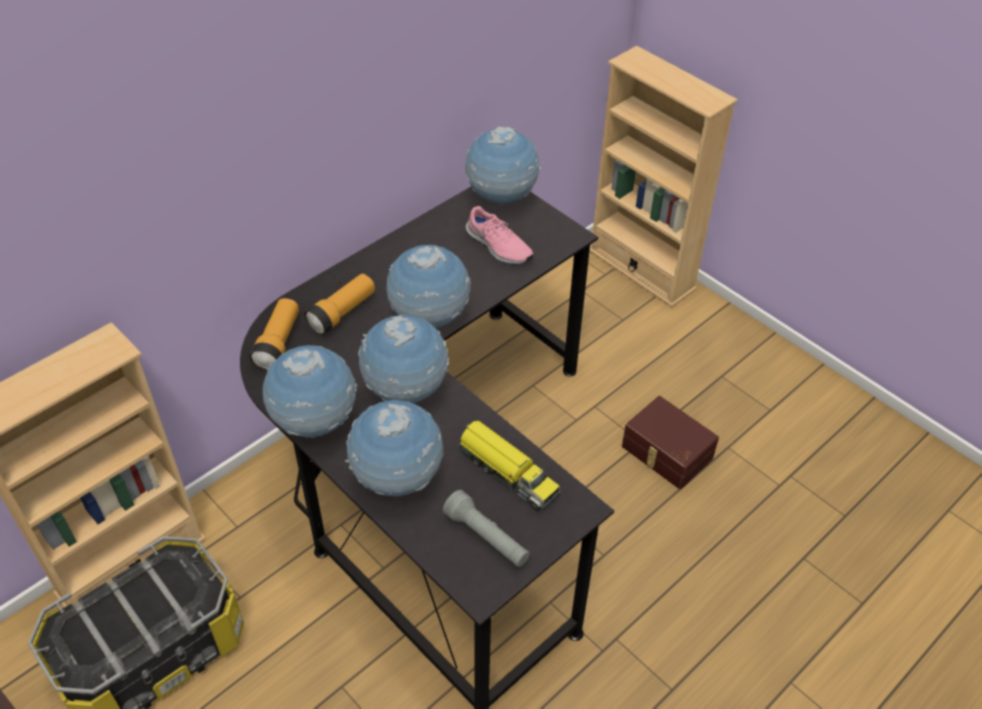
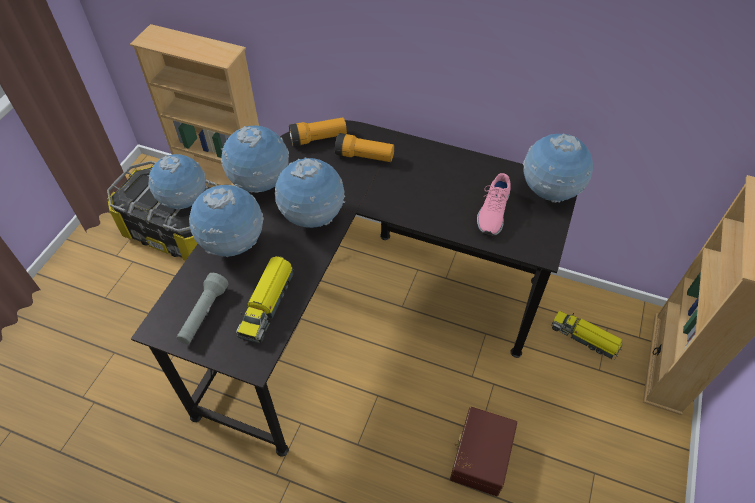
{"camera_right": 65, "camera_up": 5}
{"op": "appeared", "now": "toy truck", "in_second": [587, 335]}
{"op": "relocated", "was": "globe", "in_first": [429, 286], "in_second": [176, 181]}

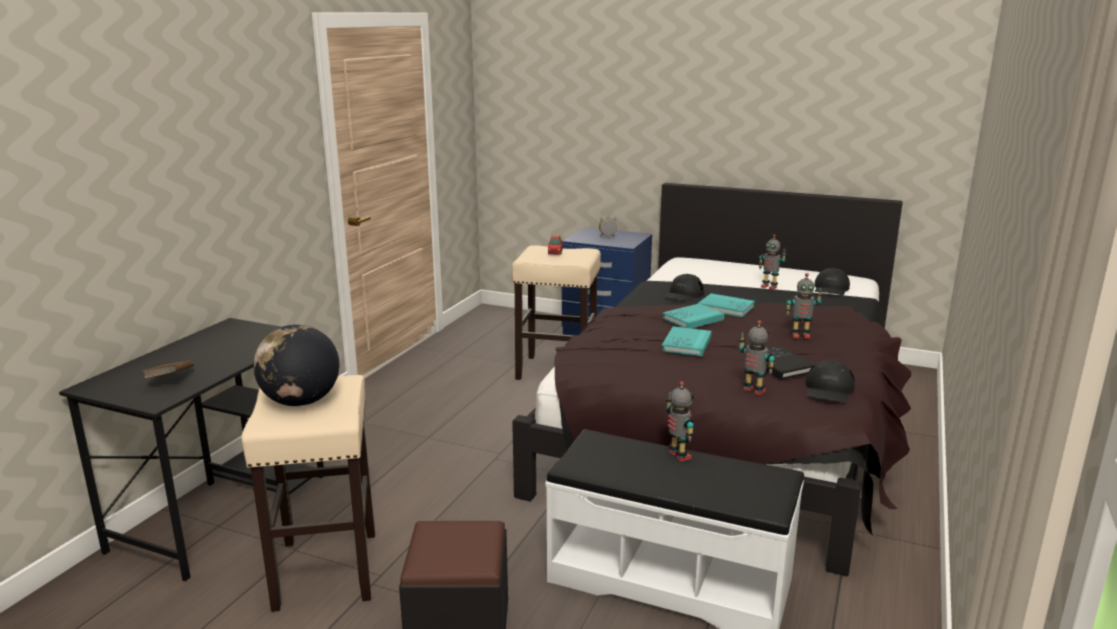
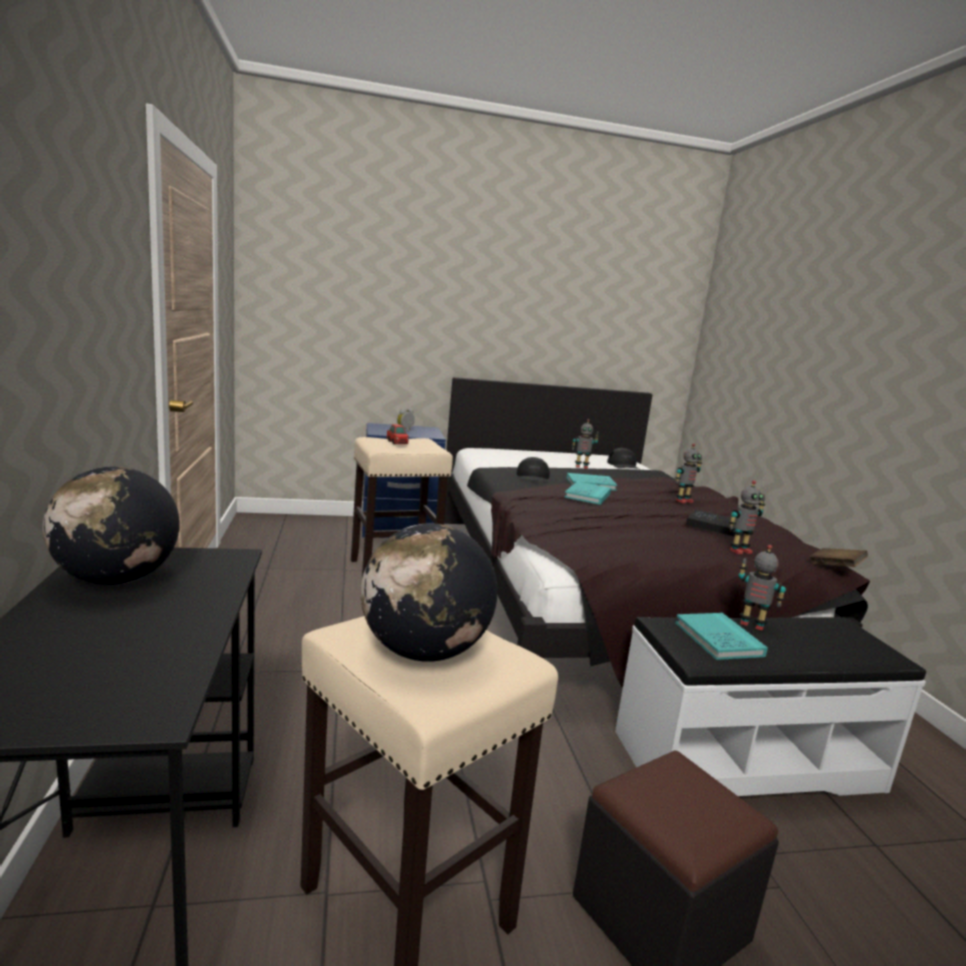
{"camera_right": -35, "camera_up": -5}
{"op": "missing", "was": "black cap", "in_first": [830, 381]}
{"op": "appeared", "now": "globe", "in_second": [111, 526]}
{"op": "relocated", "was": "brown book", "in_first": [168, 369], "in_second": [839, 557]}
{"op": "relocated", "was": "turquoise book", "in_first": [686, 341], "in_second": [721, 636]}
{"op": "spun", "was": "toy robot", "in_first": [757, 357], "in_second": [747, 517], "clockwise": 150}

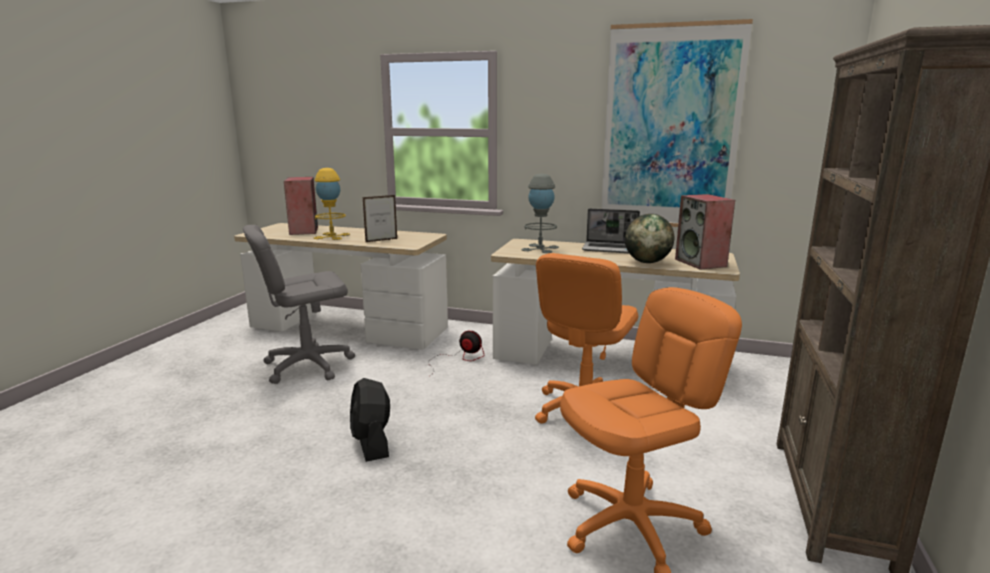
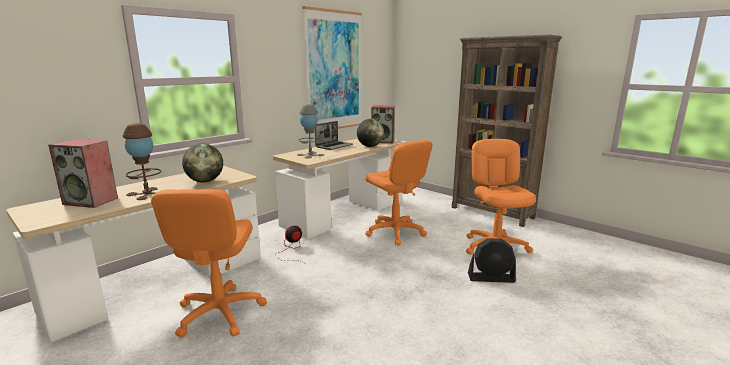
{"camera_right": -65, "camera_up": 0}
{"op": "relocated", "was": "black fan", "in_first": [370, 420], "in_second": [492, 260]}
{"op": "exchanged", "was": "picture frame", "now": "globe", "in_first": [380, 218], "in_second": [202, 163]}
{"op": "colour", "was": "grey office chair", "now": "orange office chair", "in_first": [299, 304], "in_second": [209, 263]}
{"op": "colour", "was": "yellow table lamp", "now": "brown table lamp", "in_first": [332, 204], "in_second": [142, 161]}

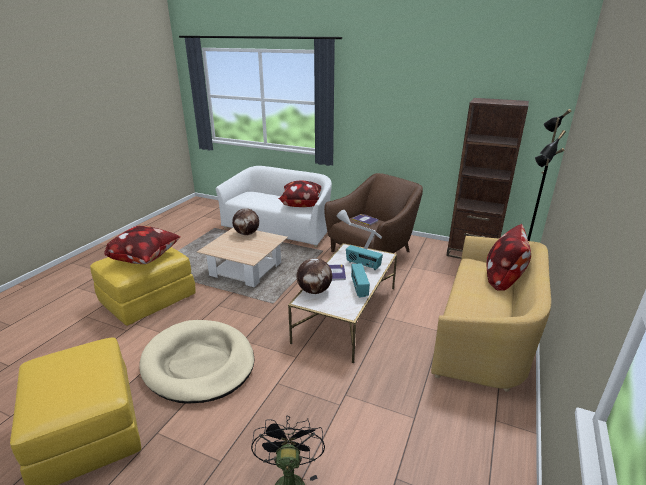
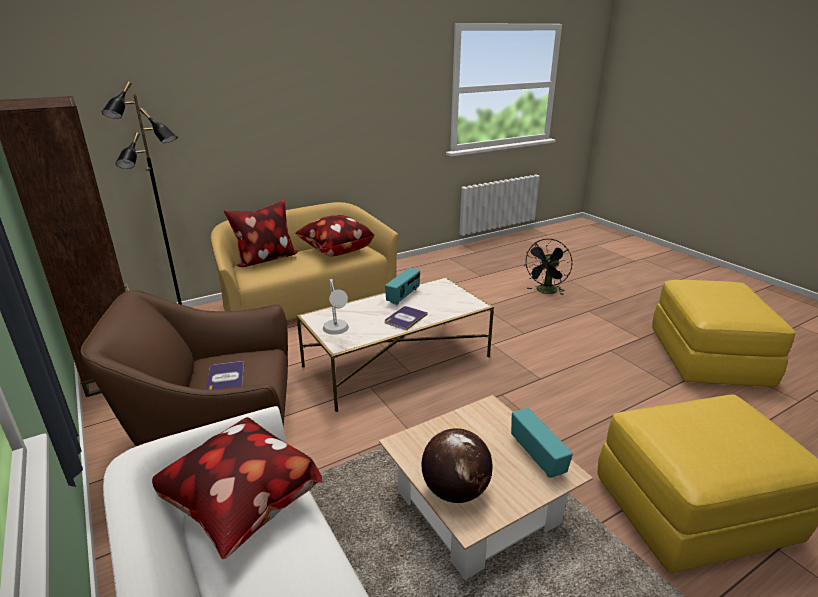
{"camera_right": -145, "camera_up": 0}
{"op": "missing", "was": "beige dog bed", "in_first": [197, 362]}
{"op": "missing", "was": "globe", "in_first": [314, 276]}
{"op": "relocated", "was": "pillow", "in_first": [142, 245], "in_second": [334, 235]}
{"op": "relocated", "was": "radio", "in_first": [364, 257], "in_second": [542, 443]}

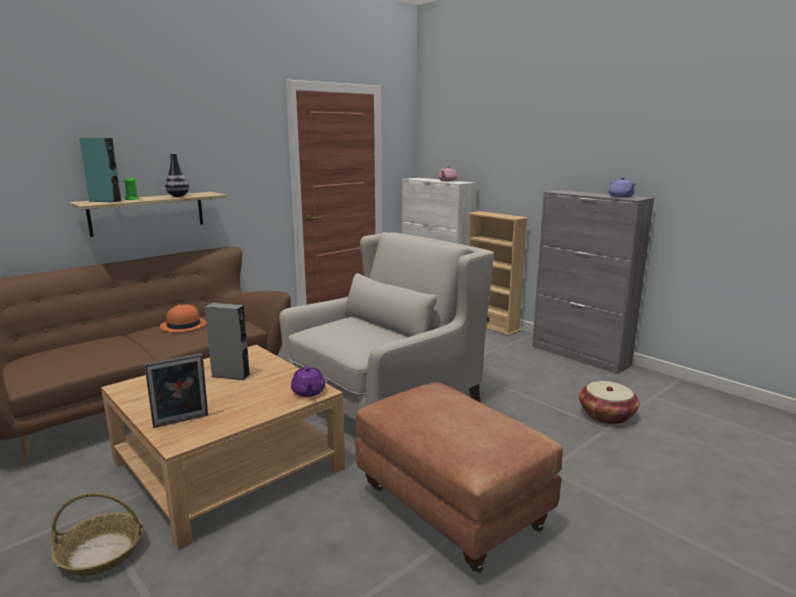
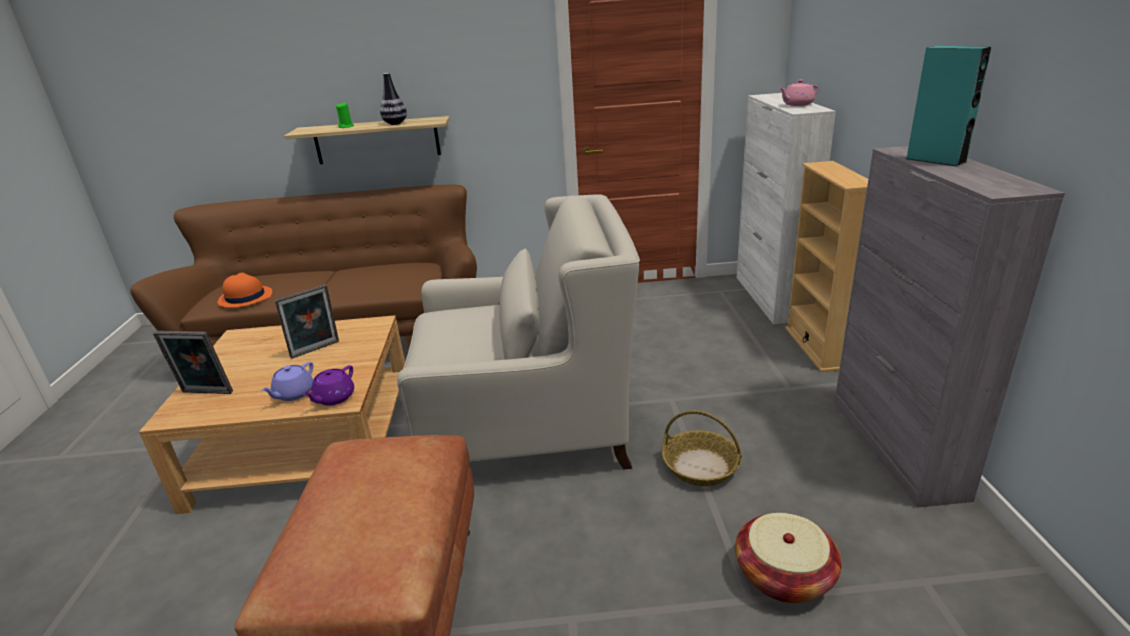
{"camera_right": 40, "camera_up": 10}
{"op": "relocated", "was": "basket", "in_first": [97, 534], "in_second": [702, 448]}
{"op": "relocated", "was": "turquoise speaker", "in_first": [100, 170], "in_second": [948, 106]}
{"op": "relocated", "was": "orange hat", "in_first": [183, 318], "in_second": [245, 290]}
{"op": "relocated", "was": "purple teapot", "in_first": [622, 187], "in_second": [287, 381]}
{"op": "exchanged", "was": "grey speaker", "now": "picture frame", "in_first": [228, 341], "in_second": [307, 321]}

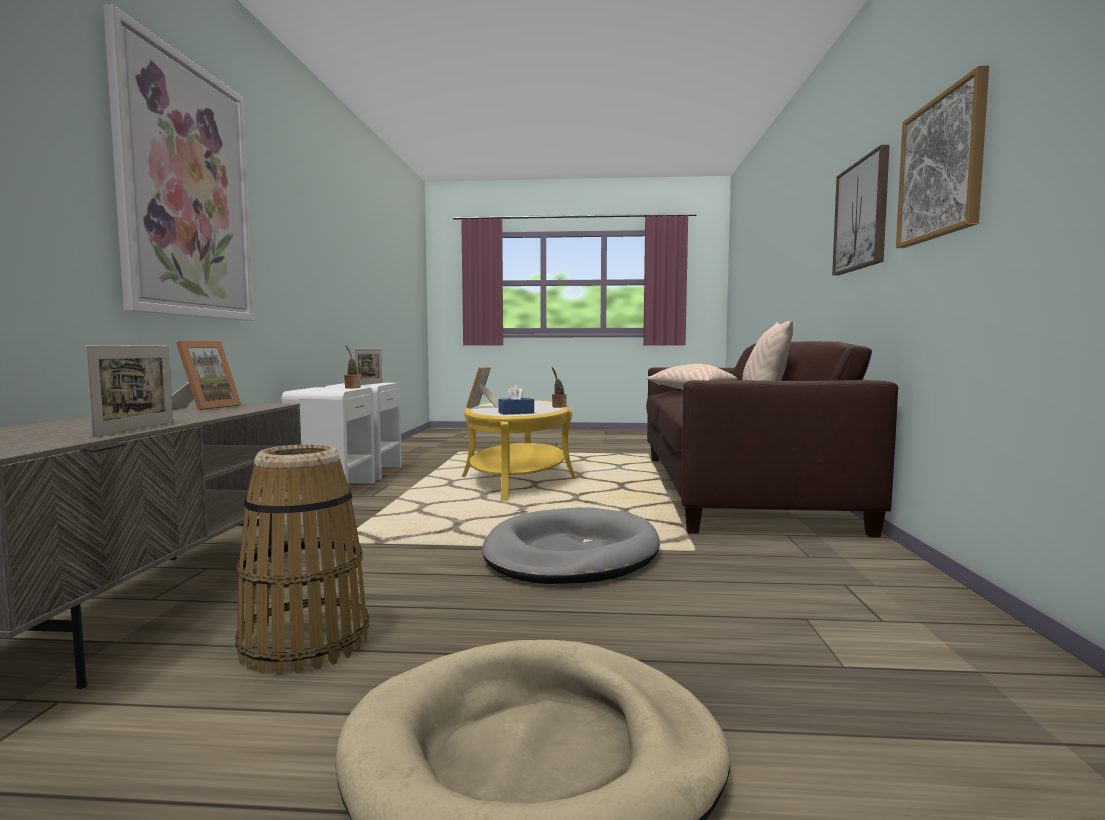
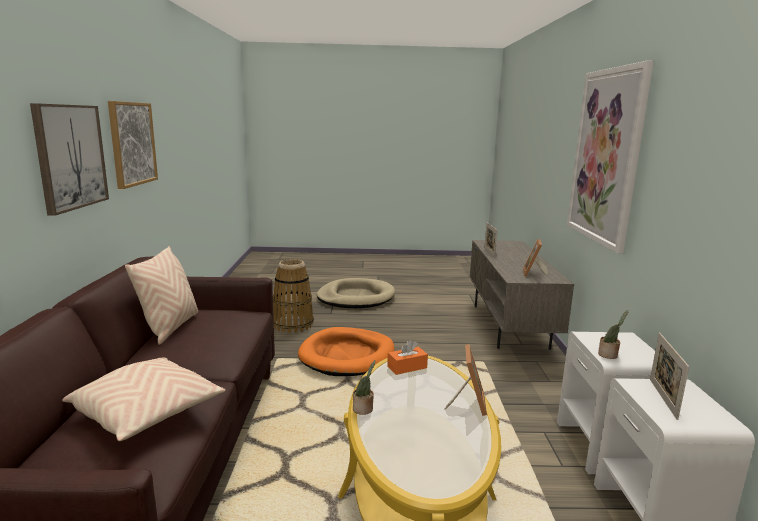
{"camera_right": 175, "camera_up": 10}
{"op": "relocated", "was": "basket", "in_first": [302, 559], "in_second": [293, 296]}
{"op": "colour", "was": "grey dog bed", "now": "orange dog bed", "in_first": [571, 545], "in_second": [346, 351]}
{"op": "colour", "was": "blue tissue box", "now": "orange tissue box", "in_first": [516, 399], "in_second": [407, 357]}

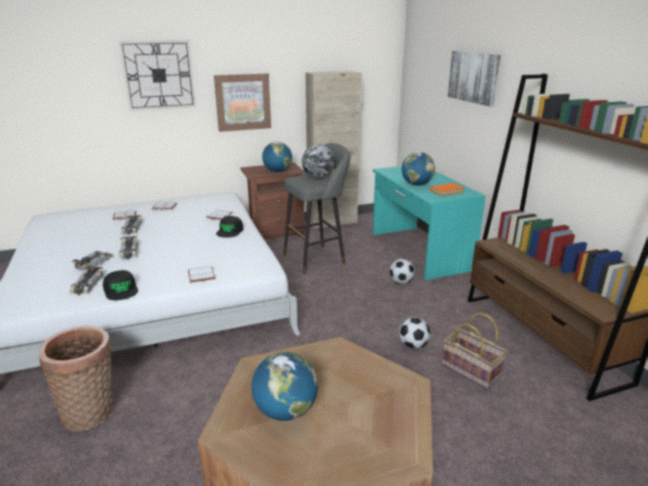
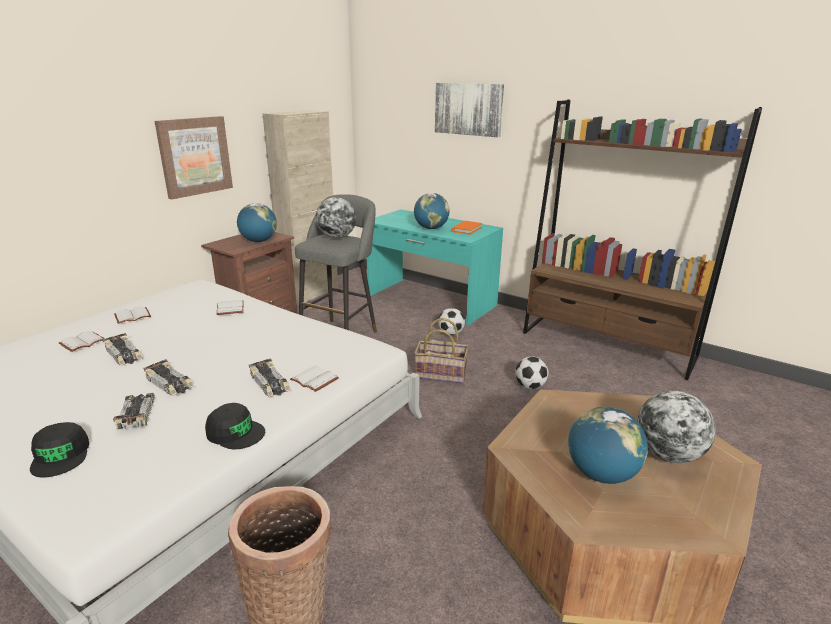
{"camera_right": -35, "camera_up": 0}
{"op": "missing", "was": "wall clock", "in_first": [157, 75]}
{"op": "appeared", "now": "globe", "in_second": [676, 426]}
{"op": "relocated", "was": "toy car", "in_first": [86, 281], "in_second": [270, 377]}
{"op": "relocated", "was": "black cap", "in_first": [229, 226], "in_second": [59, 449]}
{"op": "relocated", "was": "basket", "in_first": [474, 351], "in_second": [441, 351]}

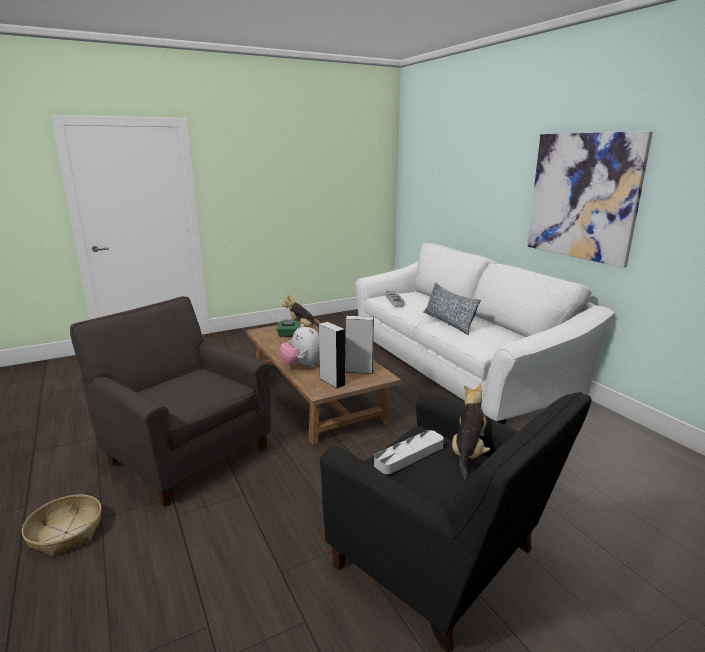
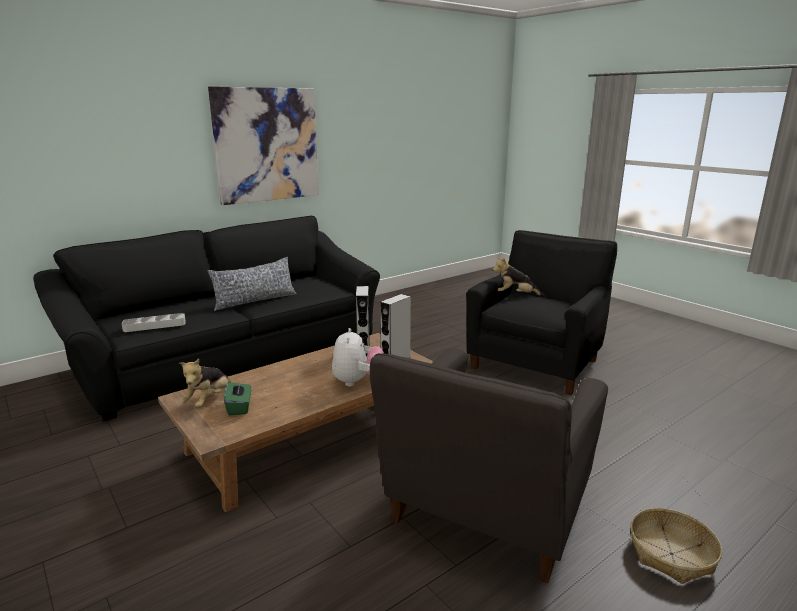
{"camera_right": -100, "camera_up": 0}
{"op": "missing", "was": "grey tray", "in_first": [409, 452]}
{"op": "colour", "was": "white sofa", "now": "black sofa", "in_first": [484, 334], "in_second": [206, 319]}
{"op": "spun", "was": "plush toy", "in_first": [299, 346], "in_second": [358, 357], "clockwise": -45}

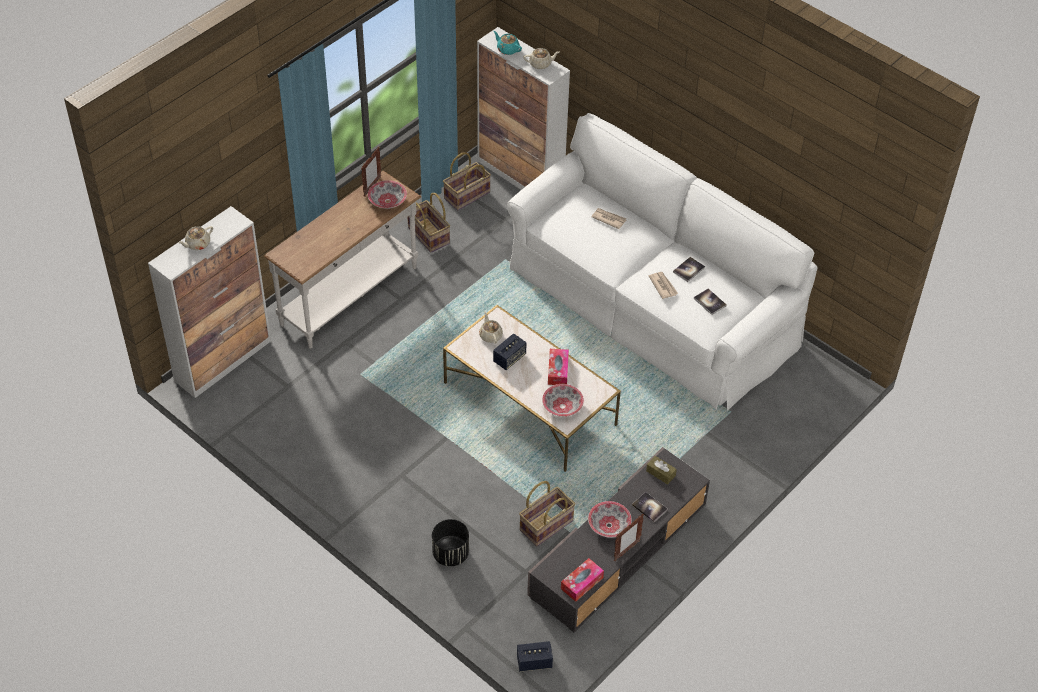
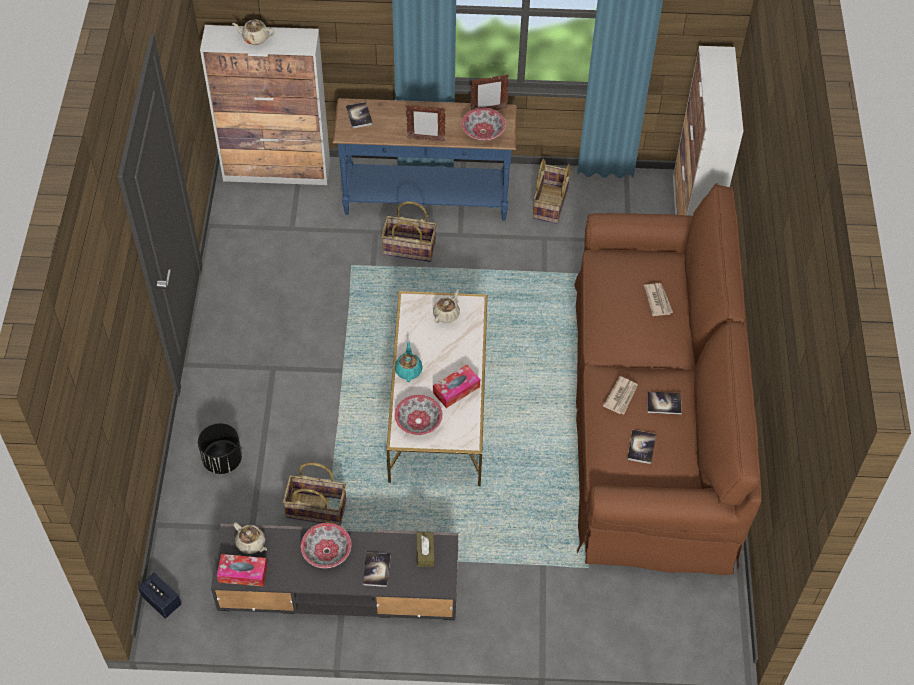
{"camera_right": 50, "camera_up": 5}
{"op": "missing", "was": "speaker", "in_first": [510, 352]}
{"op": "appeared", "now": "book", "in_second": [359, 115]}
{"op": "relocated", "was": "basket", "in_first": [467, 181], "in_second": [409, 231]}
{"op": "relocated", "was": "turquoise teapot", "in_first": [507, 43], "in_second": [409, 361]}
{"op": "relocated", "was": "beige teapot", "in_first": [541, 58], "in_second": [250, 538]}
{"op": "relocated", "was": "picture frame", "in_first": [629, 537], "in_second": [426, 123]}
{"op": "colour", "was": "white console table", "now": "blue console table", "in_first": [342, 260], "in_second": [424, 159]}
{"op": "colour", "was": "white sofa", "now": "brown sofa", "in_first": [662, 262], "in_second": [668, 379]}

